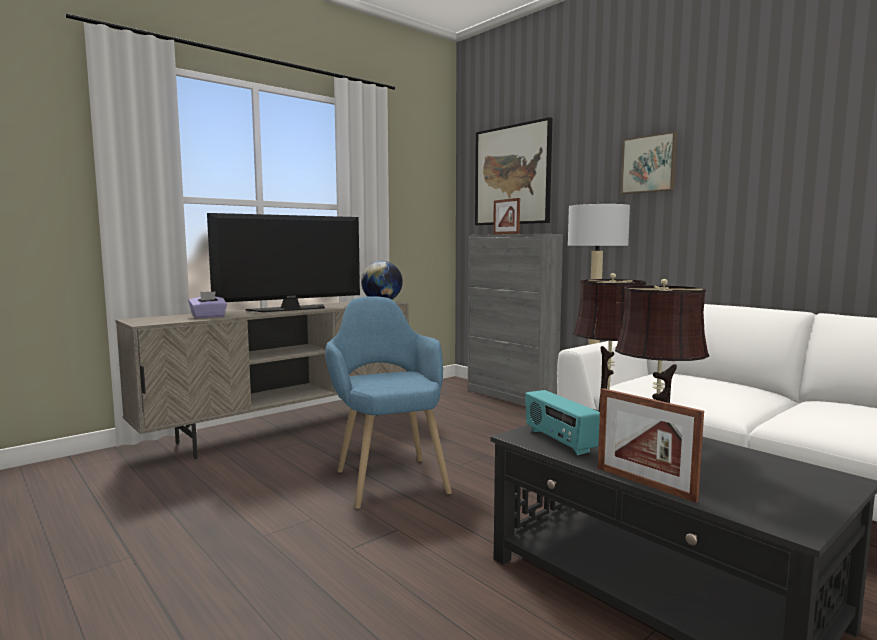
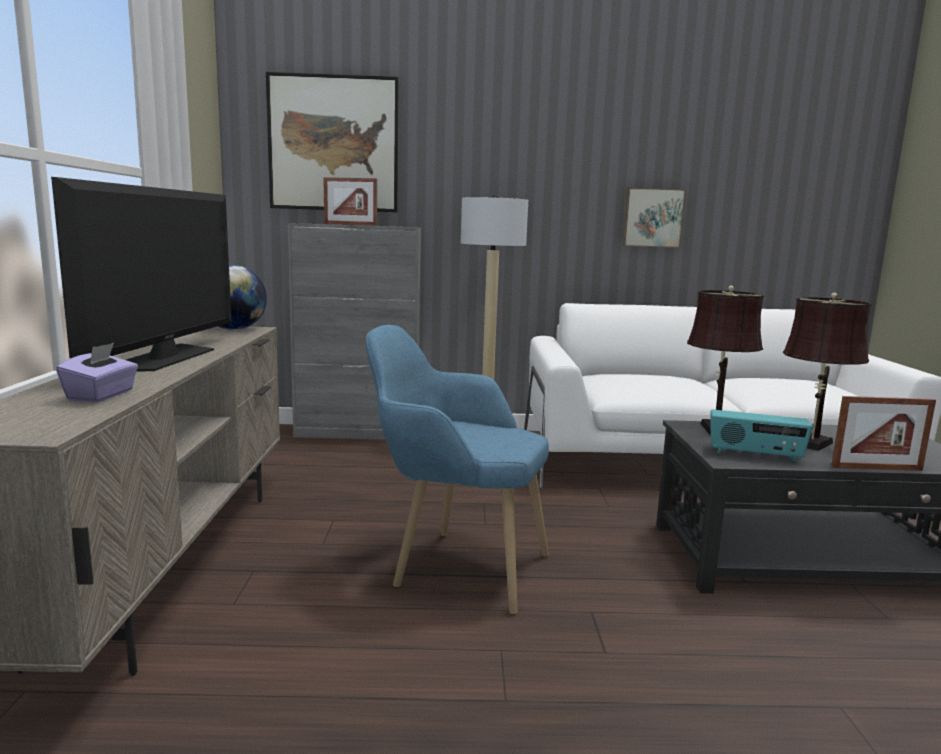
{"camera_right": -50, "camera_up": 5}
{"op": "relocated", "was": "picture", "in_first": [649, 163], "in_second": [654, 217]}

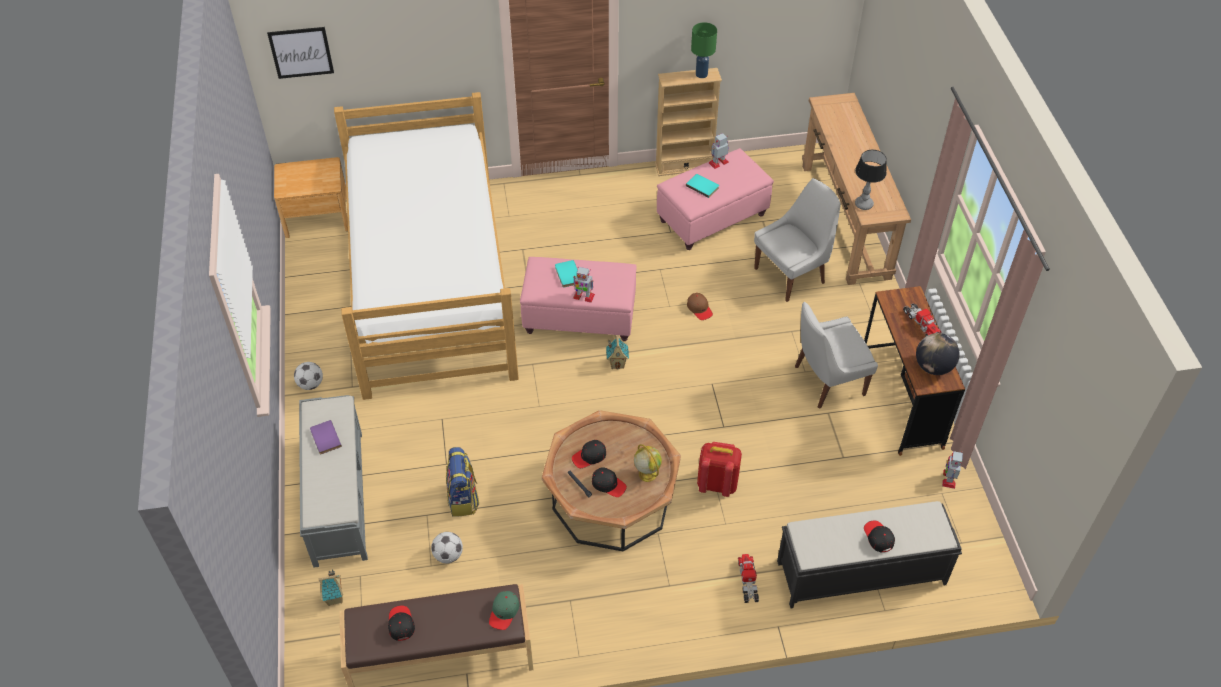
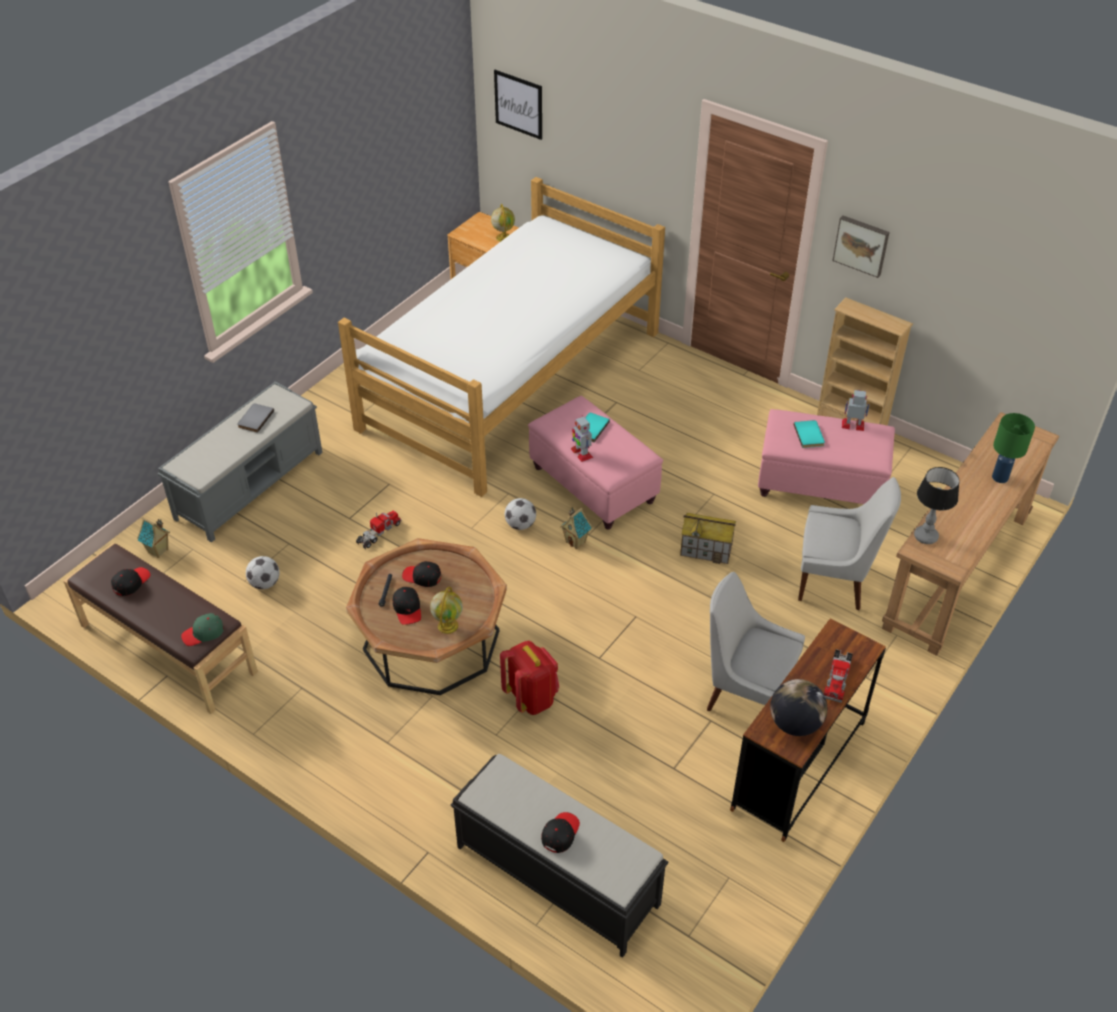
{"camera_right": 45, "camera_up": -5}
{"op": "missing", "was": "backpack", "in_first": [462, 482]}
{"op": "missing", "was": "toy robot", "in_first": [952, 470]}
{"op": "appeared", "now": "globe", "in_second": [503, 223]}
{"op": "appeared", "now": "picture", "in_second": [861, 246]}
{"op": "relocated", "was": "football", "in_first": [308, 376], "in_second": [520, 514]}
{"op": "relocated", "was": "green table lamp", "in_first": [704, 50], "in_second": [1013, 448]}
{"op": "relocated", "was": "toy truck", "in_first": [748, 578], "in_second": [378, 530]}
{"op": "exchanged", "was": "brown cap", "now": "toy house", "in_first": [700, 306], "in_second": [708, 538]}
{"op": "colour", "was": "purple book", "now": "grey book", "in_first": [326, 437], "in_second": [255, 418]}

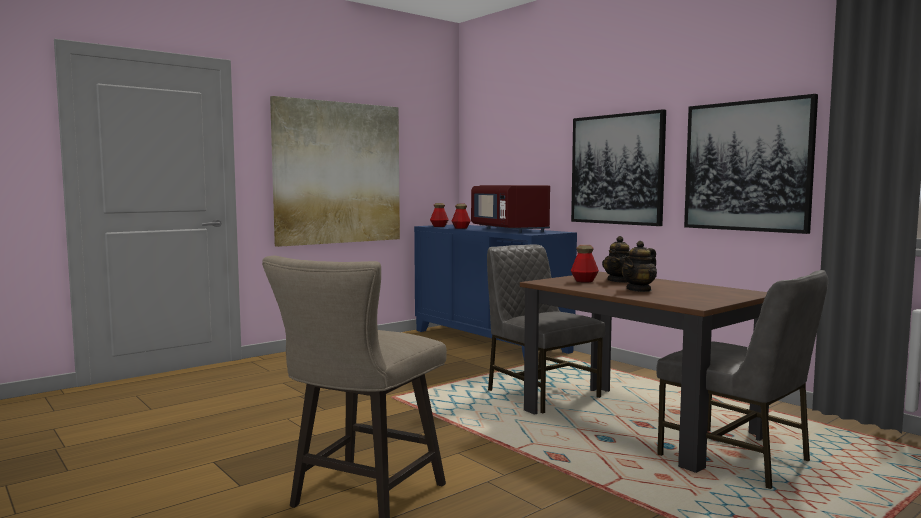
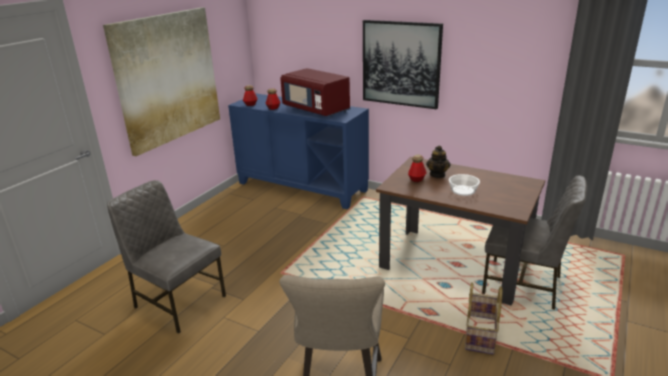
{"camera_right": -20, "camera_up": 20}
{"op": "missing", "was": "picture", "in_first": [751, 164]}
{"op": "appeared", "now": "basket", "in_second": [484, 318]}
{"op": "relocated", "was": "grey chair", "in_first": [546, 328], "in_second": [166, 257]}
{"op": "exchanged", "was": "teapot", "now": "bowl", "in_first": [639, 266], "in_second": [464, 185]}

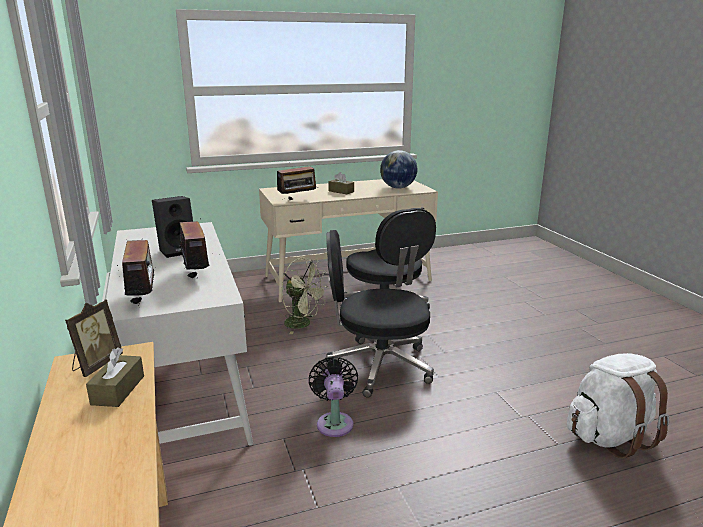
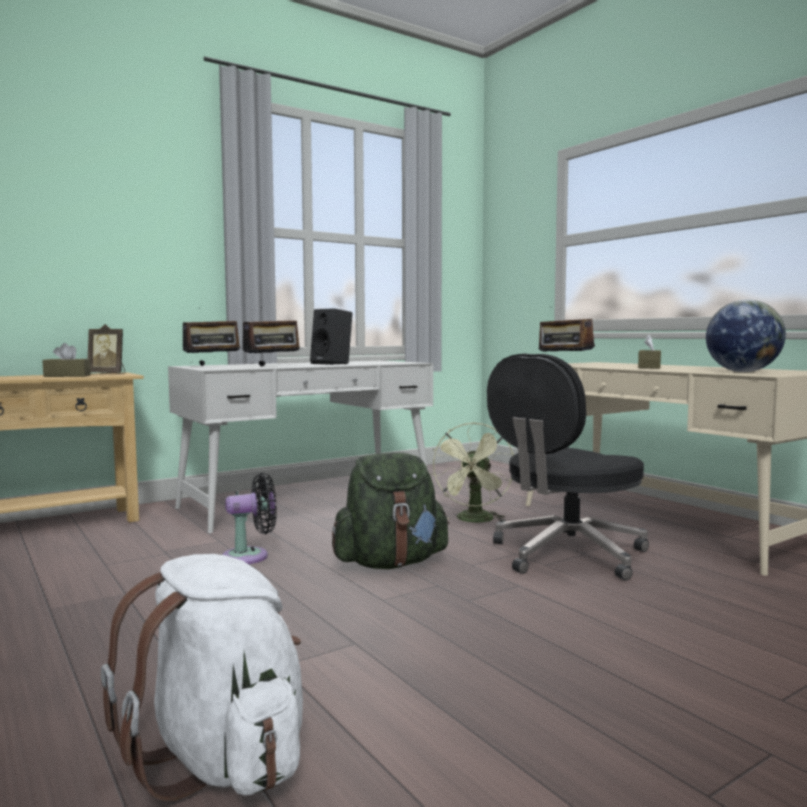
{"camera_right": 75, "camera_up": -15}
{"op": "exchanged", "was": "black office chair", "now": "green backpack", "in_first": [378, 314], "in_second": [391, 511]}

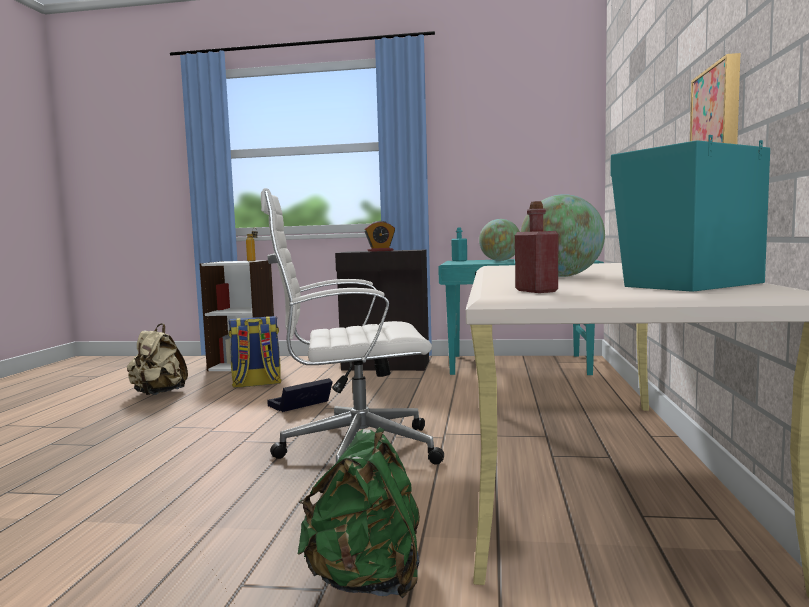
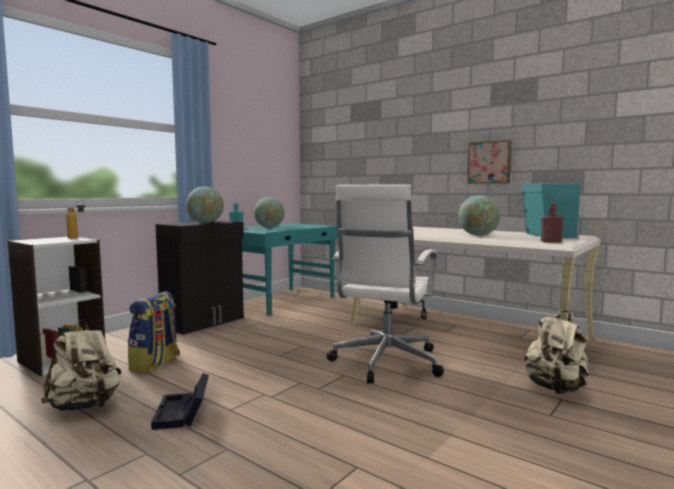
{"camera_right": -60, "camera_up": 0}
{"op": "relocated", "was": "black storage box", "in_first": [300, 395], "in_second": [180, 401]}
{"op": "exchanged", "was": "alarm clock", "now": "globe", "in_first": [379, 236], "in_second": [205, 205]}
{"op": "colour", "was": "green backpack", "now": "beige backpack", "in_first": [359, 512], "in_second": [557, 352]}

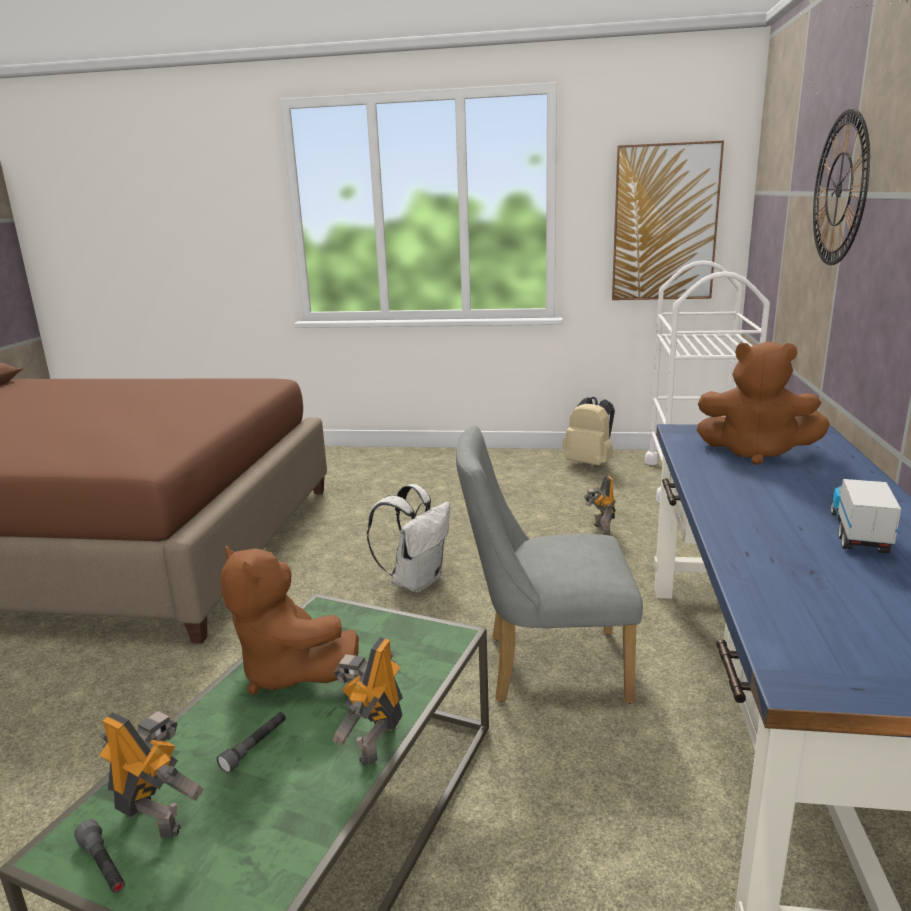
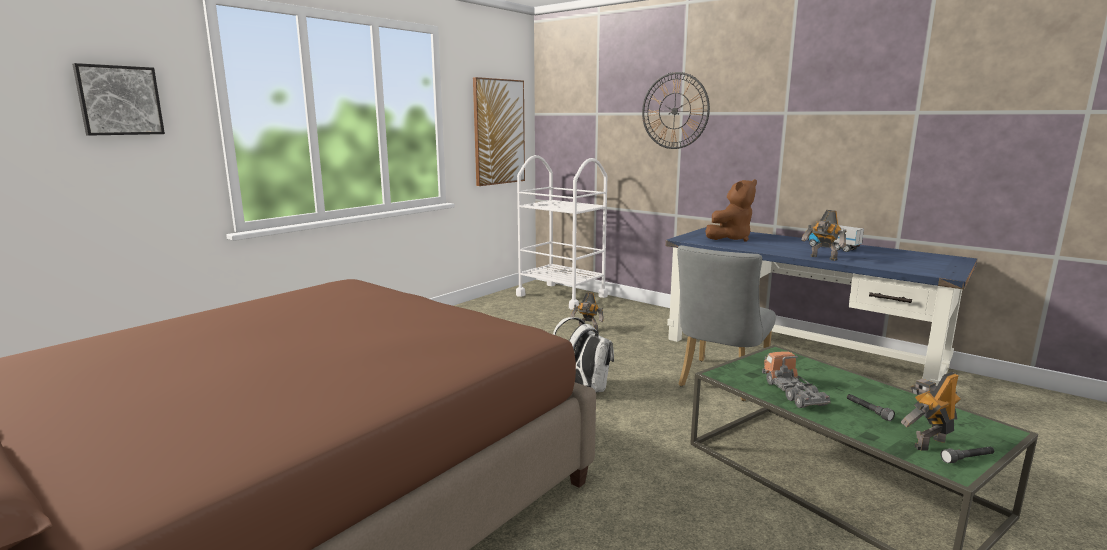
{"camera_right": -60, "camera_up": -5}
{"op": "missing", "was": "beige backpack", "in_first": [588, 431]}
{"op": "appeared", "now": "picture", "in_second": [118, 99]}
{"op": "relocated", "was": "toy robot", "in_first": [367, 702], "in_second": [824, 235]}
{"op": "exchanged", "was": "brown plush toy", "now": "toy truck", "in_first": [289, 620], "in_second": [796, 379]}

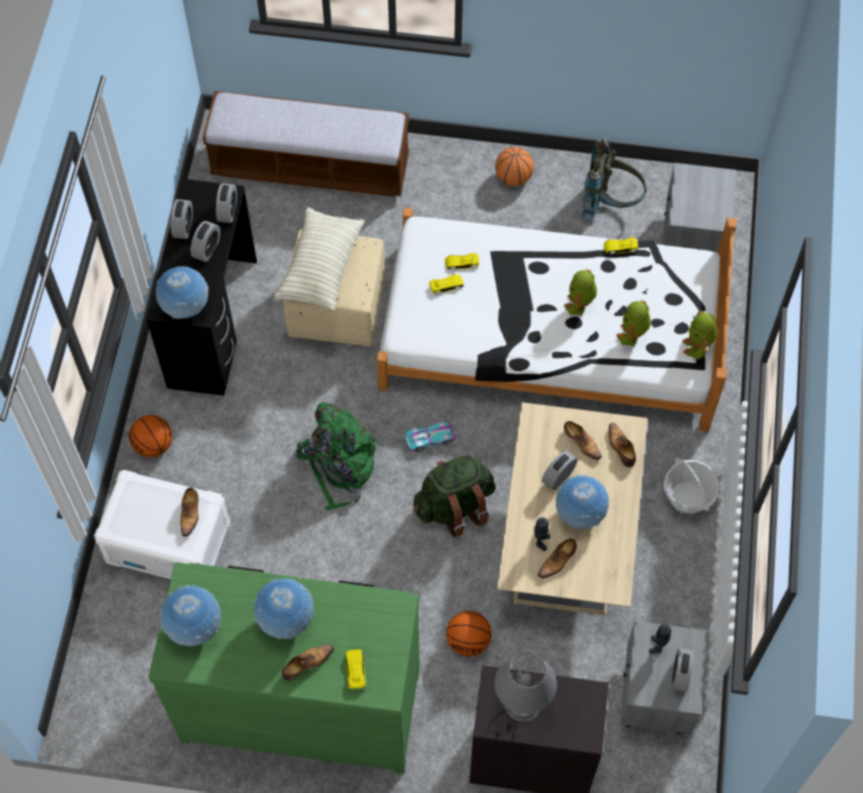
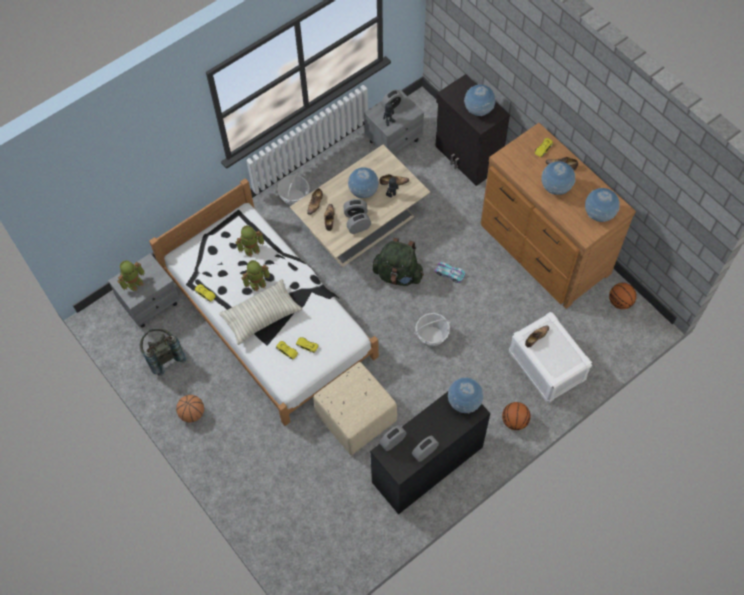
{"camera_right": -135, "camera_up": 0}
{"op": "missing", "was": "bench", "in_first": [306, 143]}
{"op": "relocated", "was": "alarm clock", "in_first": [205, 241], "in_second": [358, 223]}
{"op": "relocated", "was": "pillow", "in_first": [319, 259], "in_second": [260, 312]}
{"op": "relocated", "was": "toy car", "in_first": [430, 437], "in_second": [450, 272]}
{"op": "relocated", "was": "basketball", "in_first": [469, 633], "in_second": [623, 296]}
{"op": "relocated", "was": "toy robot", "in_first": [699, 336], "in_second": [131, 275]}
{"op": "exchanged", "was": "green backpack", "now": "basket", "in_first": [338, 456], "in_second": [433, 330]}
{"op": "exchanged", "was": "grey table lamp", "now": "globe", "in_first": [526, 687], "in_second": [479, 100]}
{"op": "colour", "was": "green dresser", "now": "brown dresser", "in_first": [284, 668], "in_second": [558, 216]}

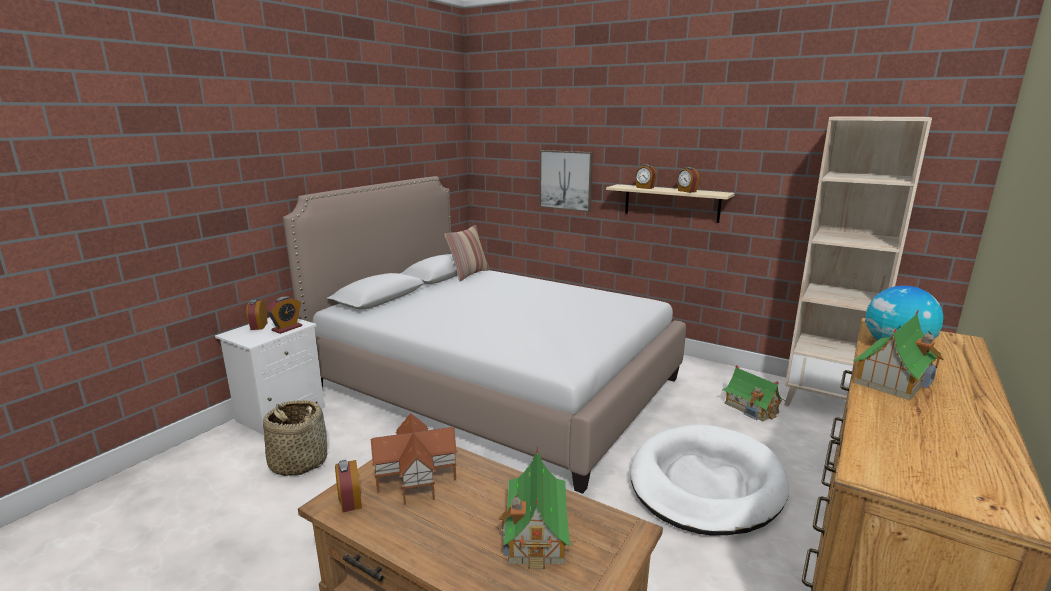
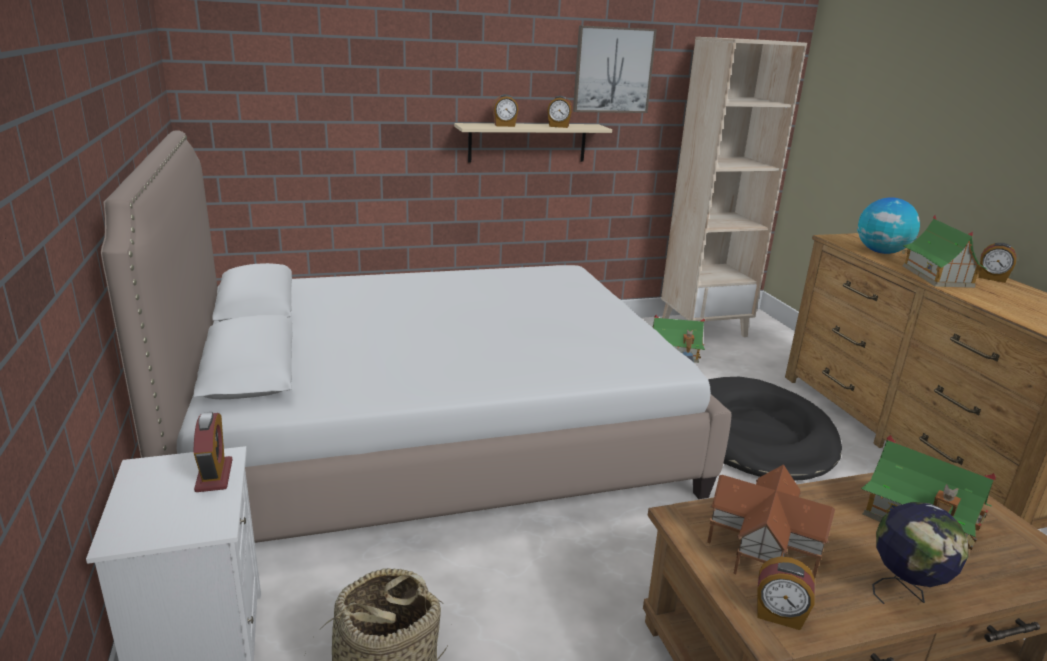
{"camera_right": -50, "camera_up": 5}
{"op": "missing", "was": "pillow", "in_first": [467, 253]}
{"op": "appeared", "now": "globe", "in_second": [920, 553]}
{"op": "relocated", "was": "alarm clock", "in_first": [257, 315], "in_second": [997, 263]}
{"op": "relocated", "was": "picture", "in_first": [566, 181], "in_second": [615, 69]}
{"op": "colour", "was": "white dog bed", "now": "black dog bed", "in_first": [709, 480], "in_second": [775, 429]}

